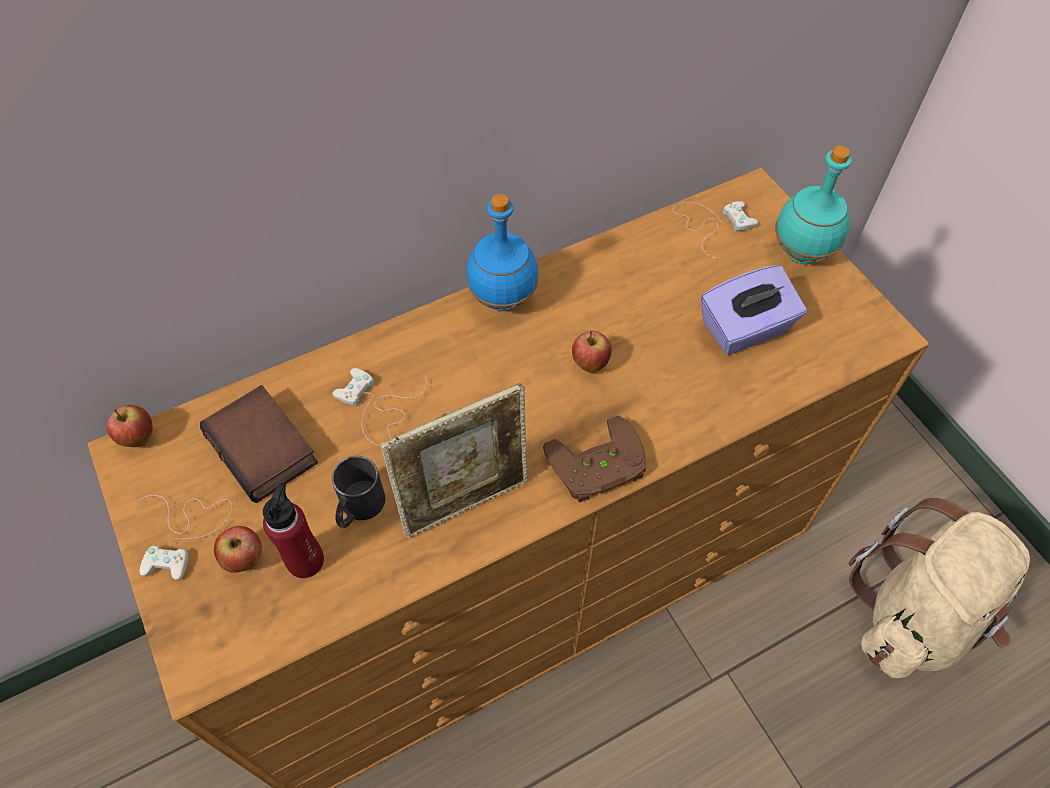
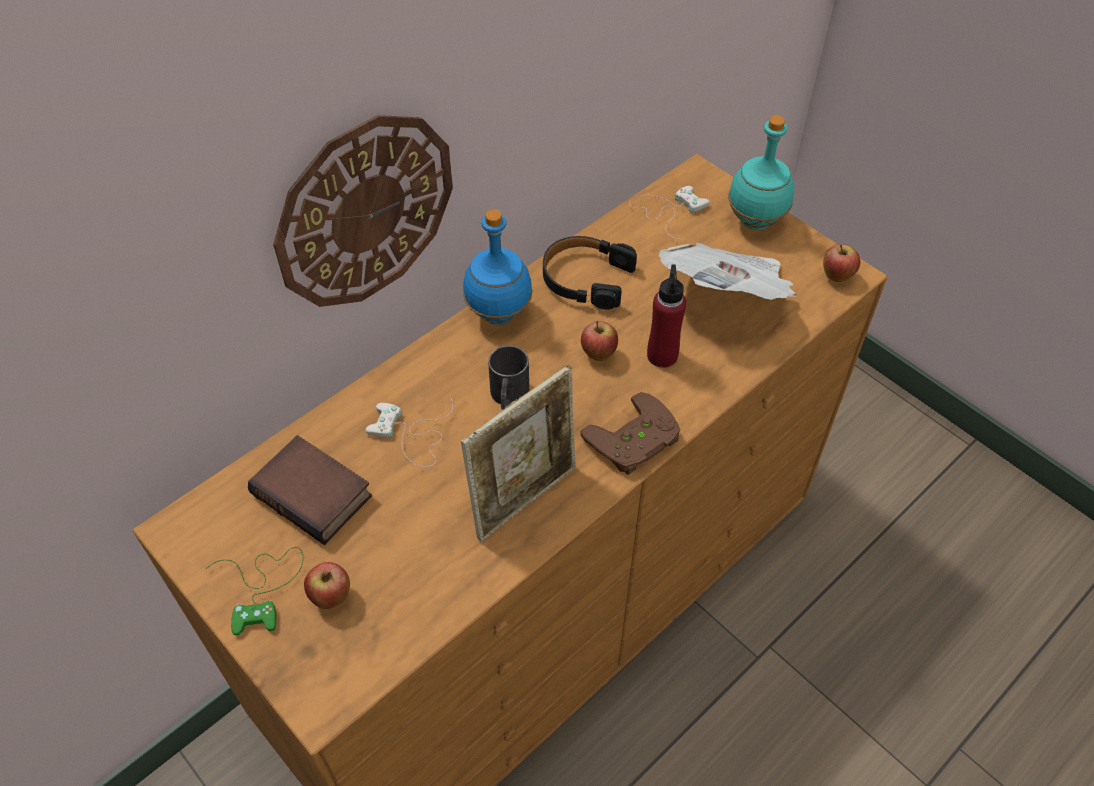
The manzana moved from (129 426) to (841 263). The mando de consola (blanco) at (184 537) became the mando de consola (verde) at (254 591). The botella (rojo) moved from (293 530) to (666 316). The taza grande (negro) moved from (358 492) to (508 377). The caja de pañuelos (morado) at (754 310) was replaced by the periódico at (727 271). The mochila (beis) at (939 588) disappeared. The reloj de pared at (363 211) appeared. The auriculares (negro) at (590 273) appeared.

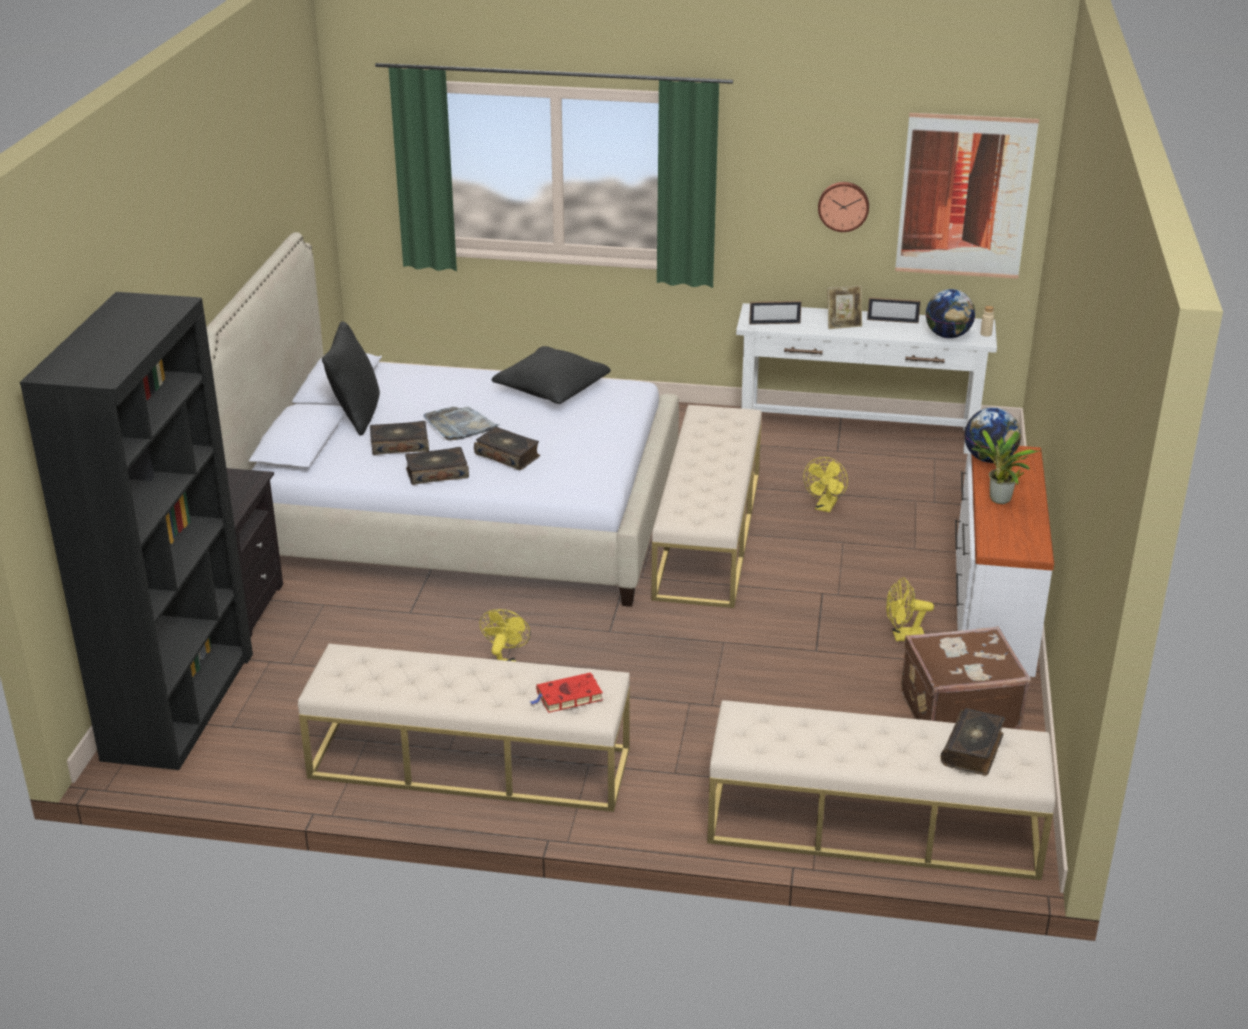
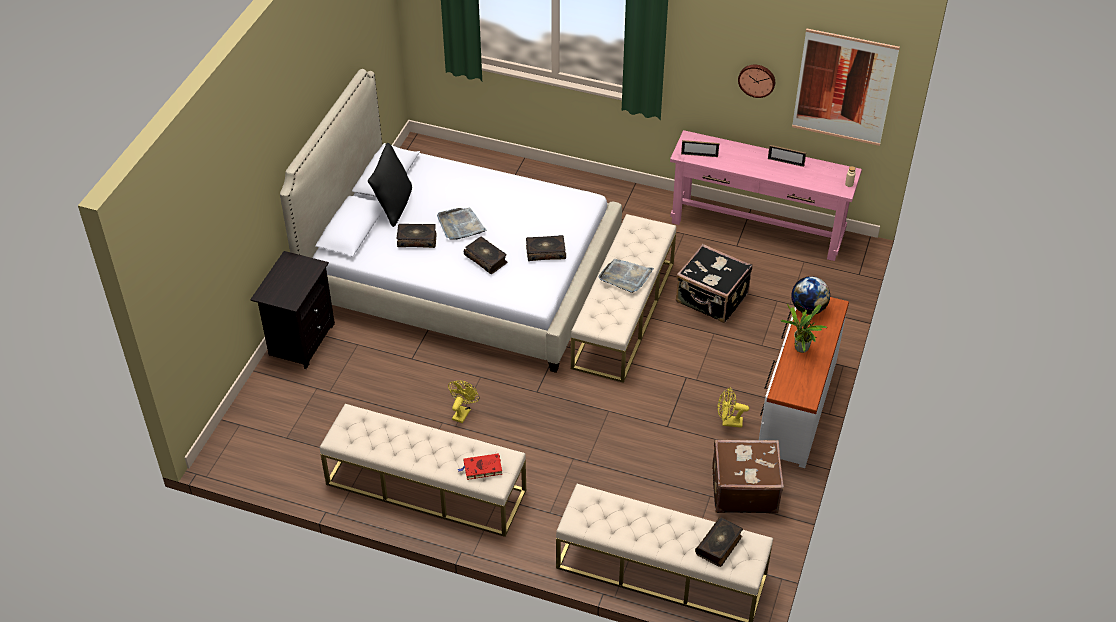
The estantería (negro) at (136 531) disappeared. The libro moved from (437 466) to (546 248). The cojín (negro) at (551 375) disappeared. The mesa consola (blanco) at (866 378) became the mesa consola (rosa) at (766 195). The ventilador (amarillo) at (825 484) was replaced by the maleta (negro) at (714 283). The portarretratos at (844 307) disappeared. The globo terráqueo at (950 313) disappeared. The bandeja (gris) at (626 276) appeared.

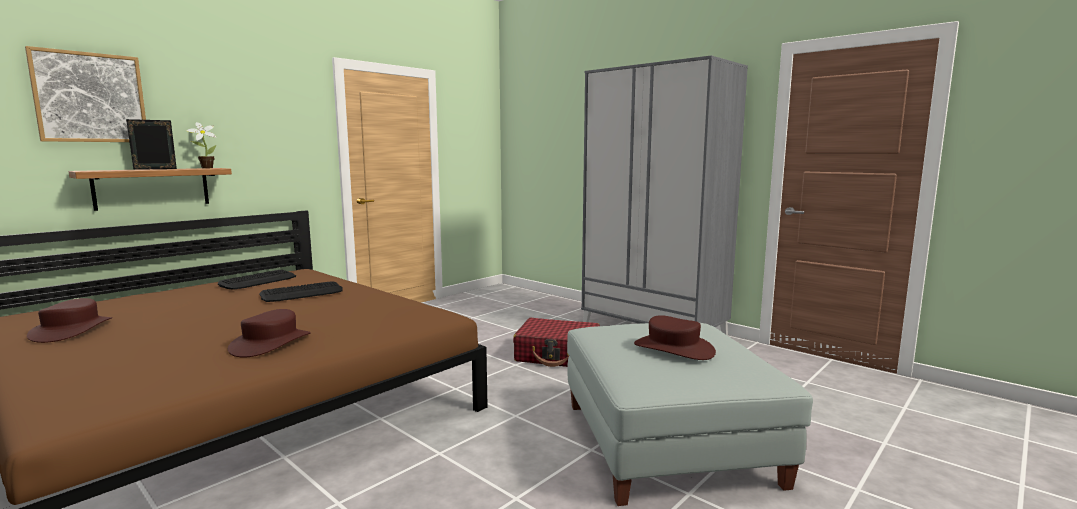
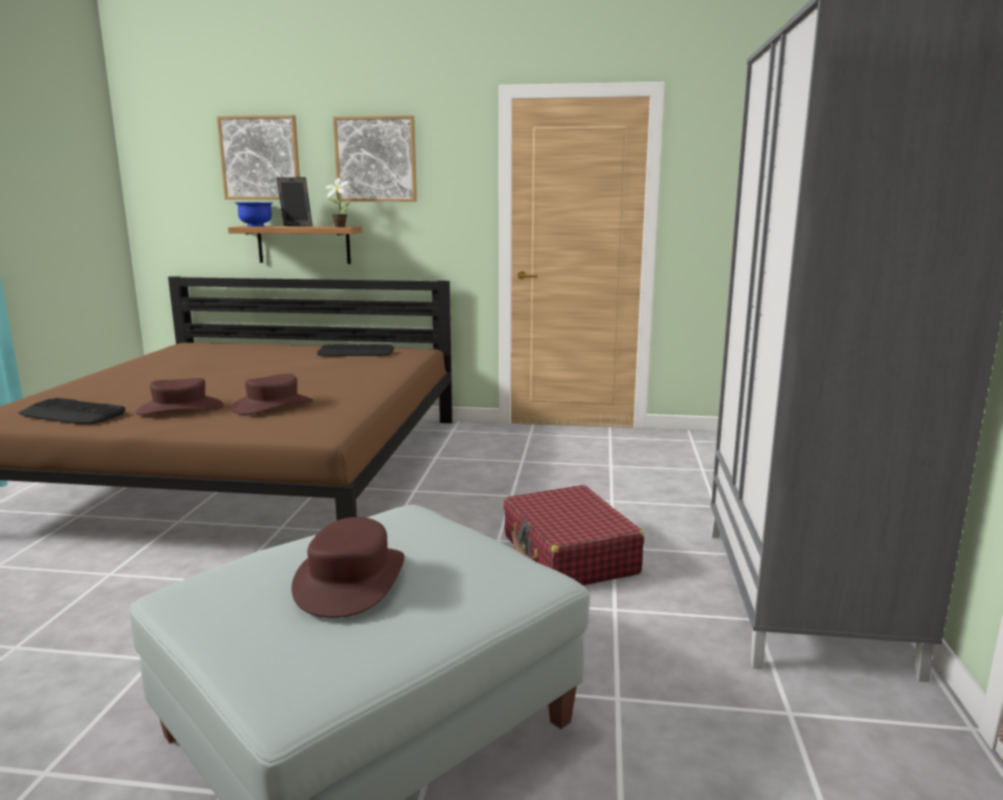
The sombrero (marrón) moved from (69 320) to (272 394). The teclado moved from (301 291) to (72 411). The cuenco (azul) at (254 214) appeared. The cuadro at (375 159) appeared.

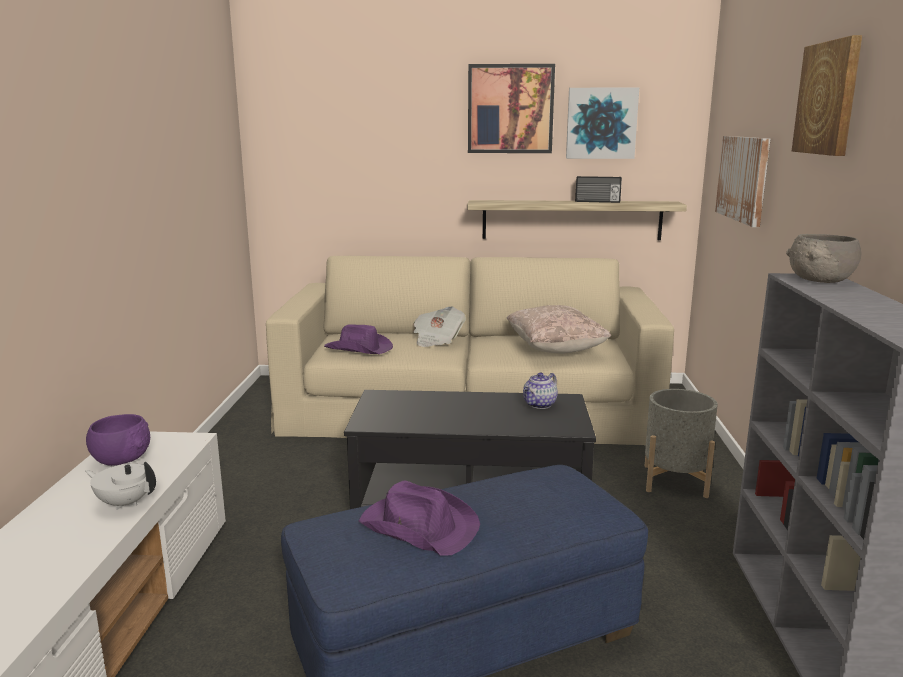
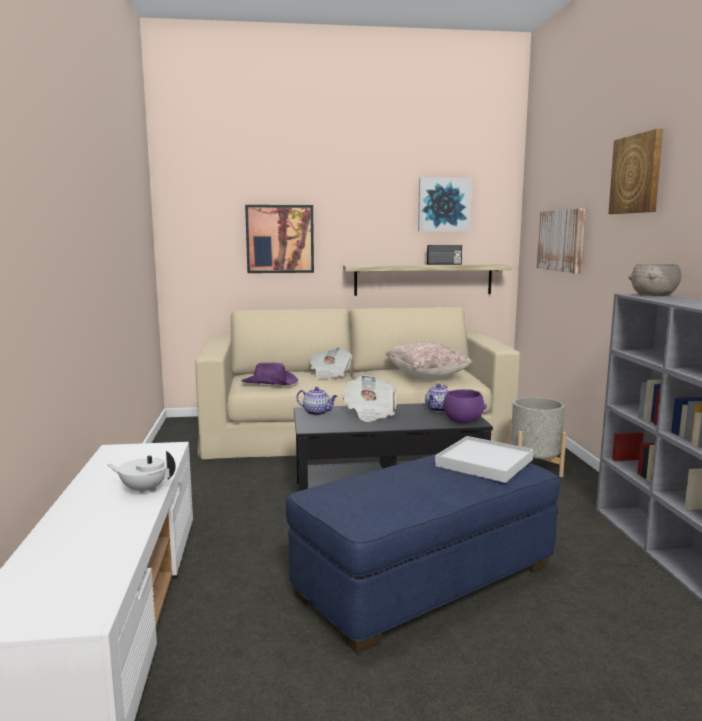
The cuenco (morado) moved from (118 440) to (464 406). The sombrero (morado) at (419 518) disappeared. The cuadro moved from (511 108) to (279 239). The tetera at (316 401) appeared. The periódico at (369 398) appeared. The bandeja (blanco) at (484 459) appeared.

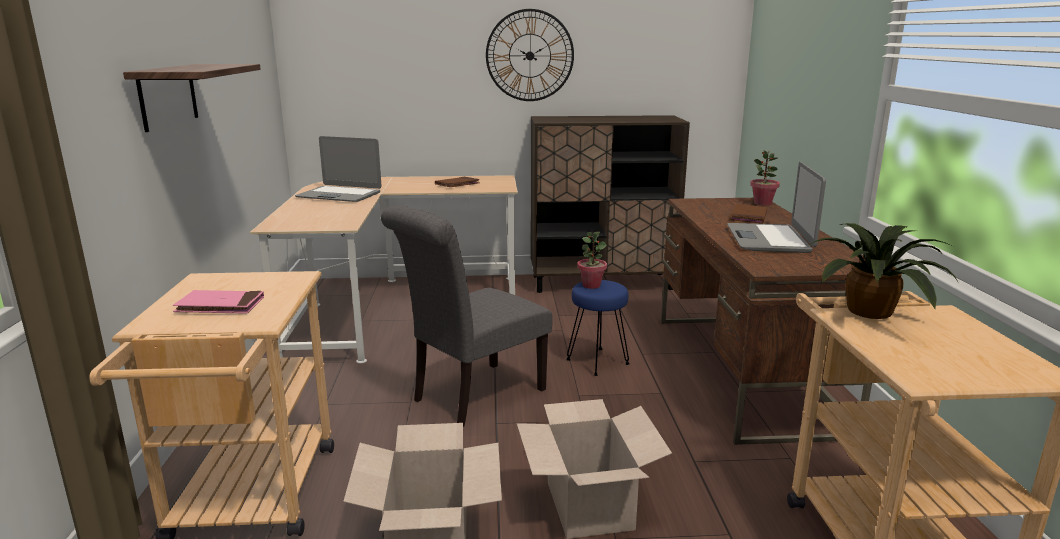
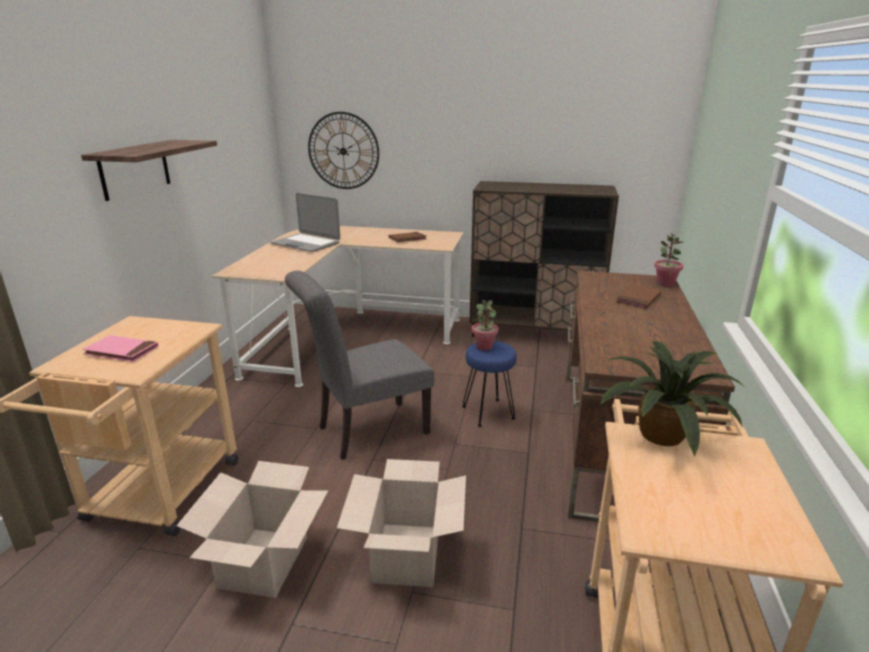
The reloj de pared moved from (530 55) to (343 150). The portátil at (776 207) disappeared.

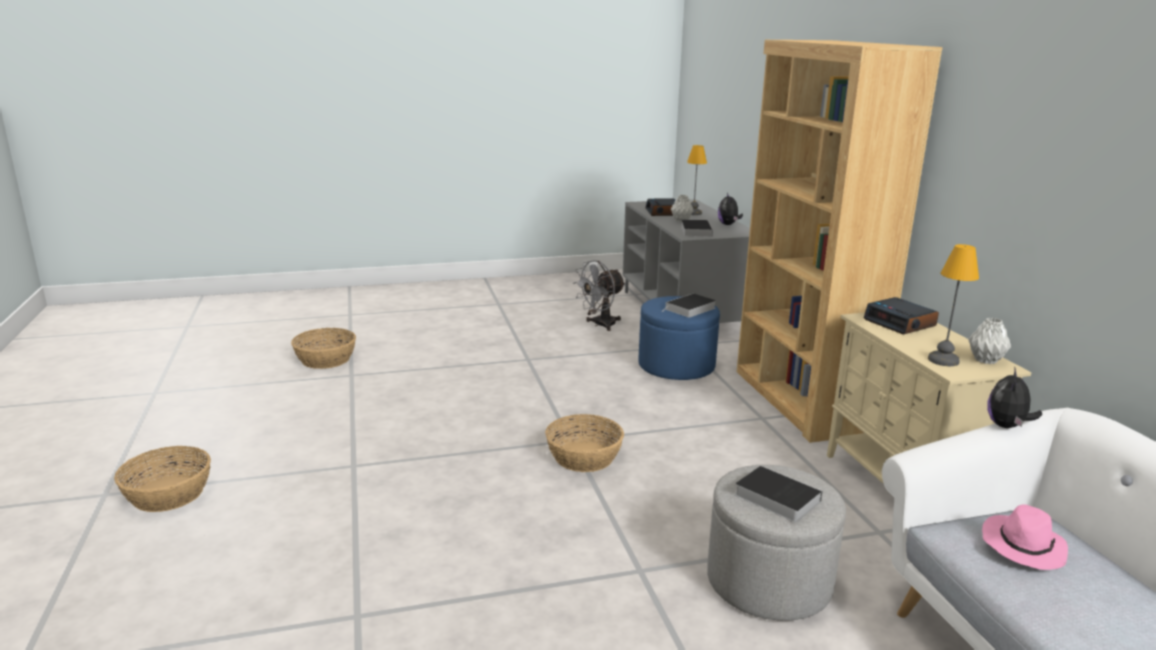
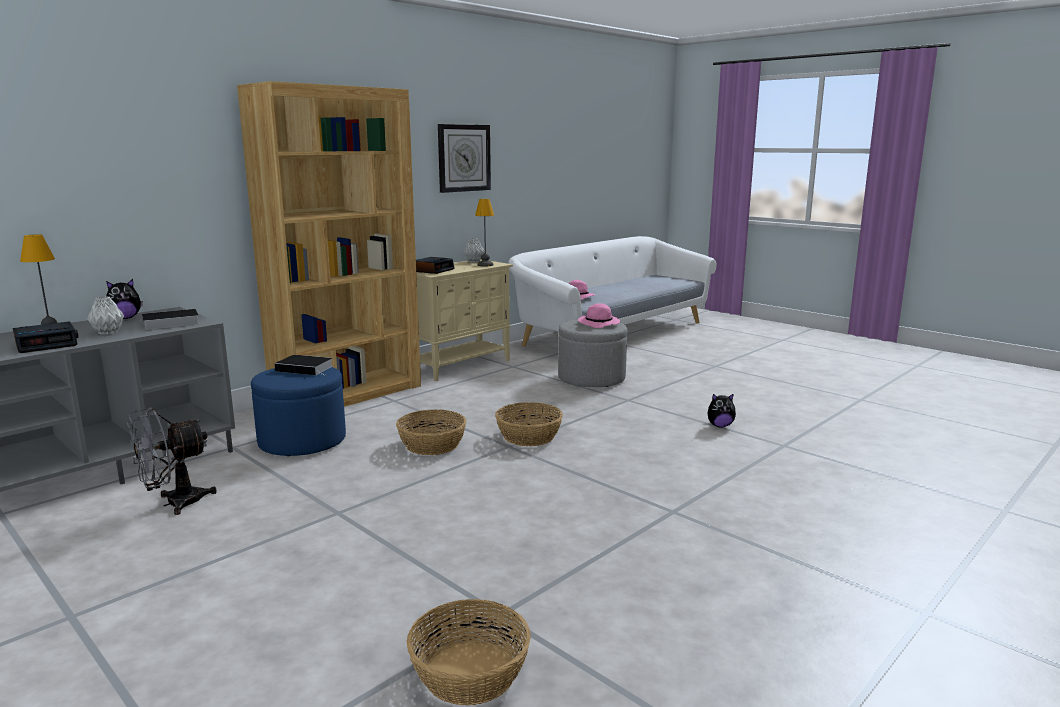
The cesta moved from (162 479) to (431 432). The ventilador (gris) at (599 295) turned 120 degrees clockwise. The libro at (778 494) was replaced by the sombrero (rosa) at (599 315). The peluche moved from (1014 398) to (721 410). The reloj de pared at (464 158) appeared.

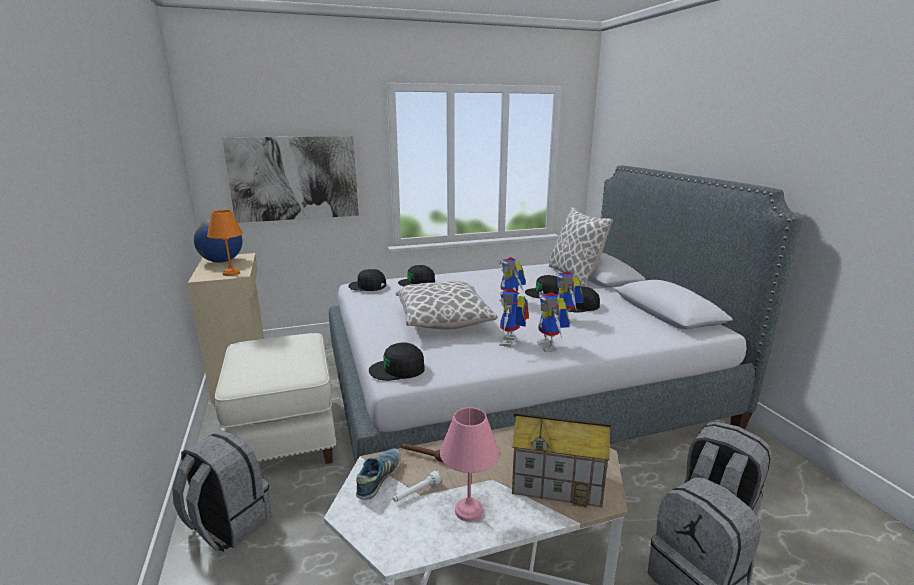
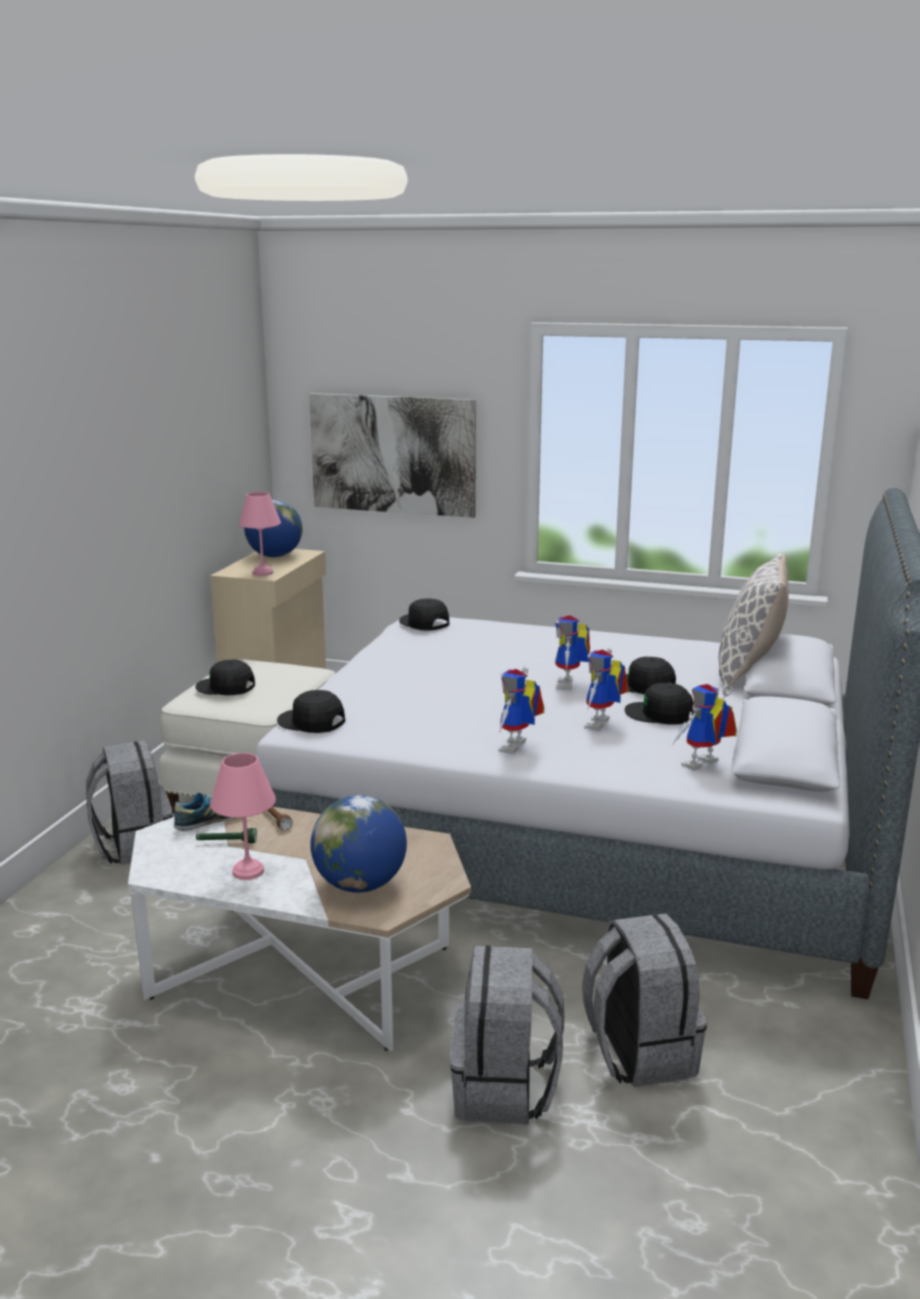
The lámpara de mesa (naranja) at (225 243) became the lámpara de mesa (rosa) at (260 534). The linterna (blanco) at (417 486) became the linterna (verde) at (226 835). The cojín at (446 305) disappeared. The gorra (negro) moved from (416 275) to (225 677). The robot de juguete moved from (514 317) to (705 727). The casita at (561 460) was replaced by the globo terráqueo at (359 844).

